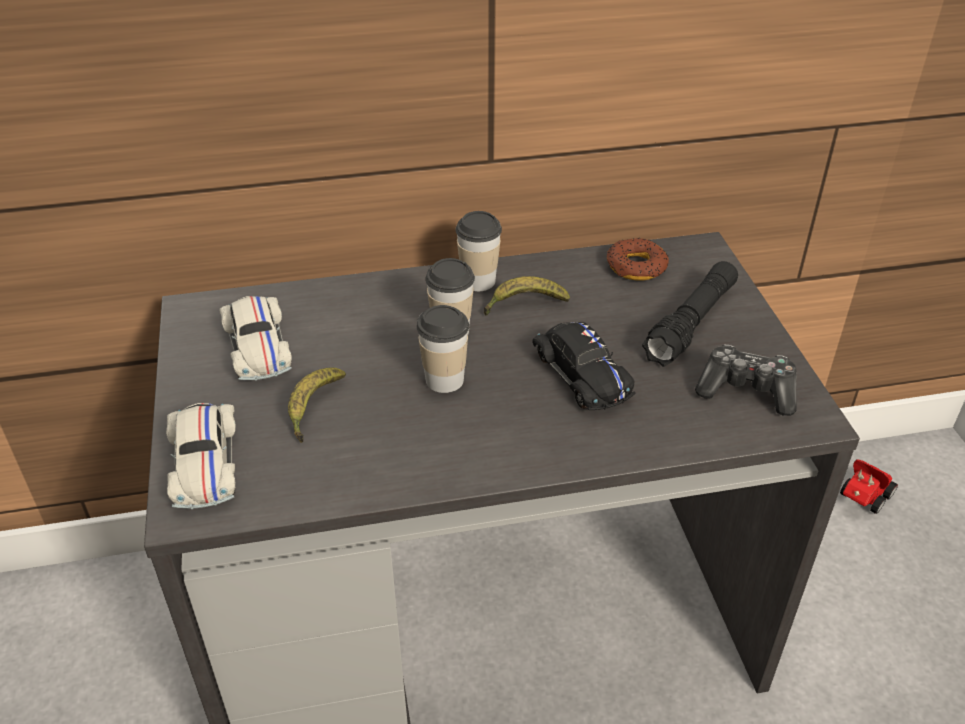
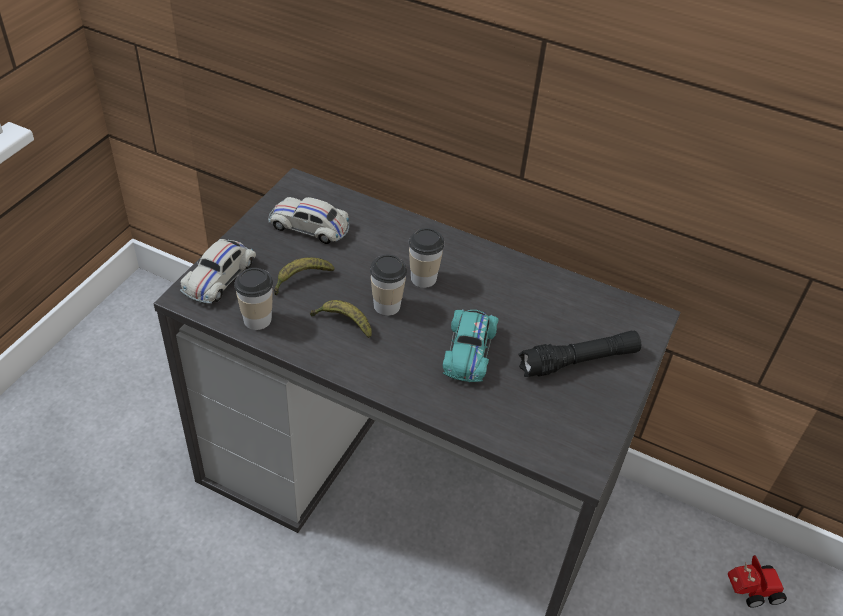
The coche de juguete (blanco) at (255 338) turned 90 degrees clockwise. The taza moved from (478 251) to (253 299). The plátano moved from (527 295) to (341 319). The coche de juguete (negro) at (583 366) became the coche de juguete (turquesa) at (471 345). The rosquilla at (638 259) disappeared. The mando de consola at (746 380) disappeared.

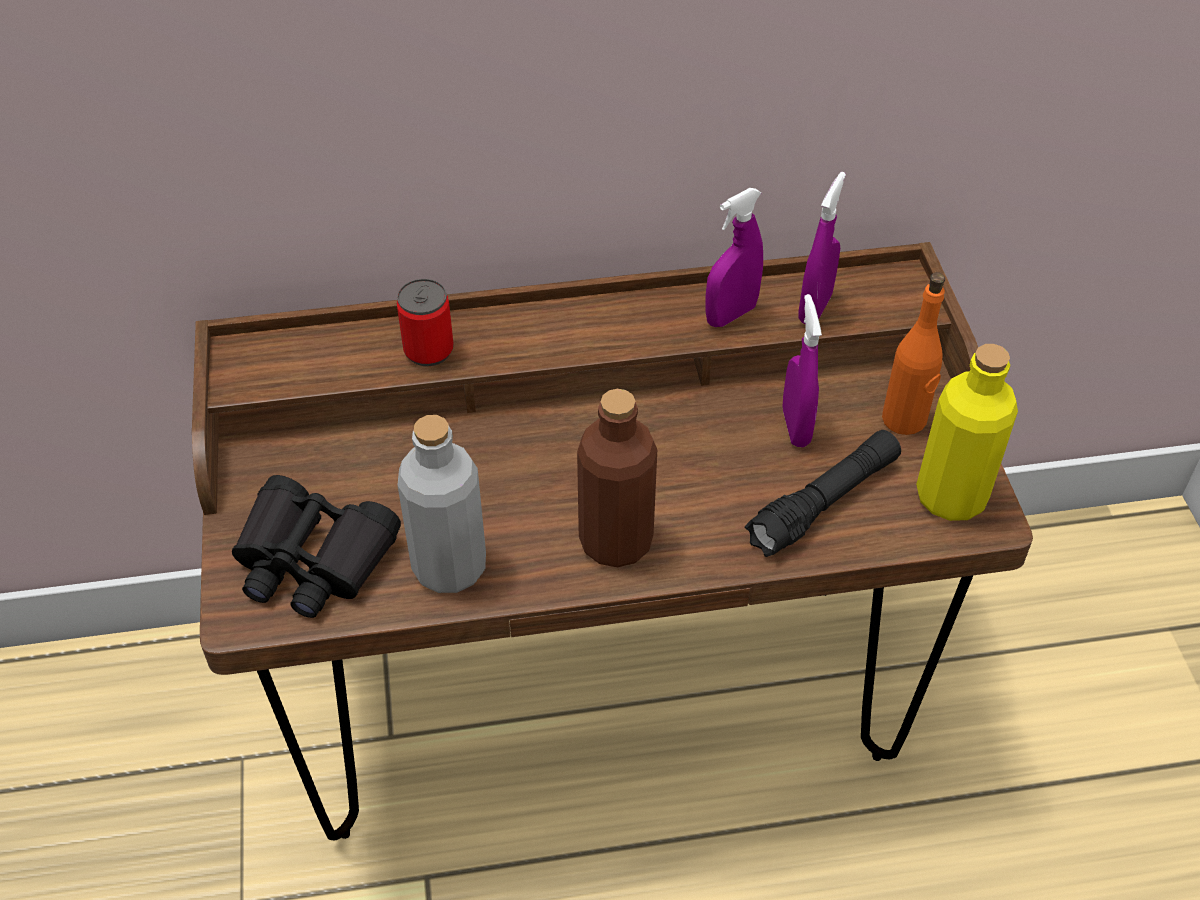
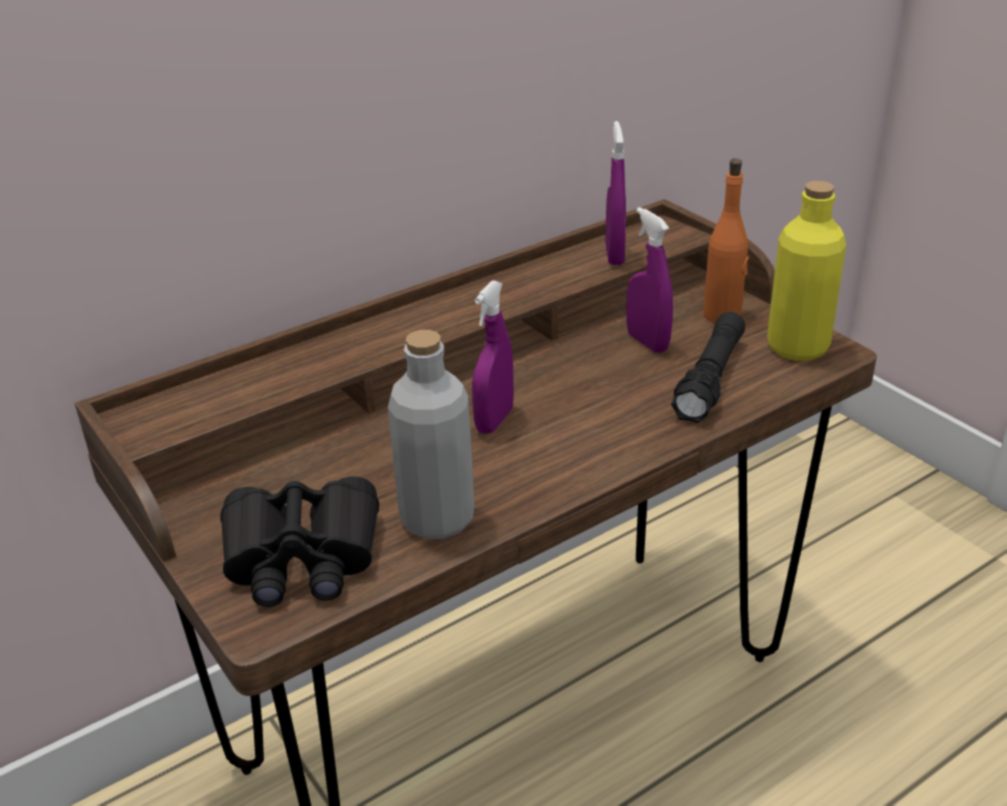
The lata at (425 322) disappeared. The botella (marrón) at (617 478) disappeared. The pulverizador (morado) moved from (734 257) to (493 357).

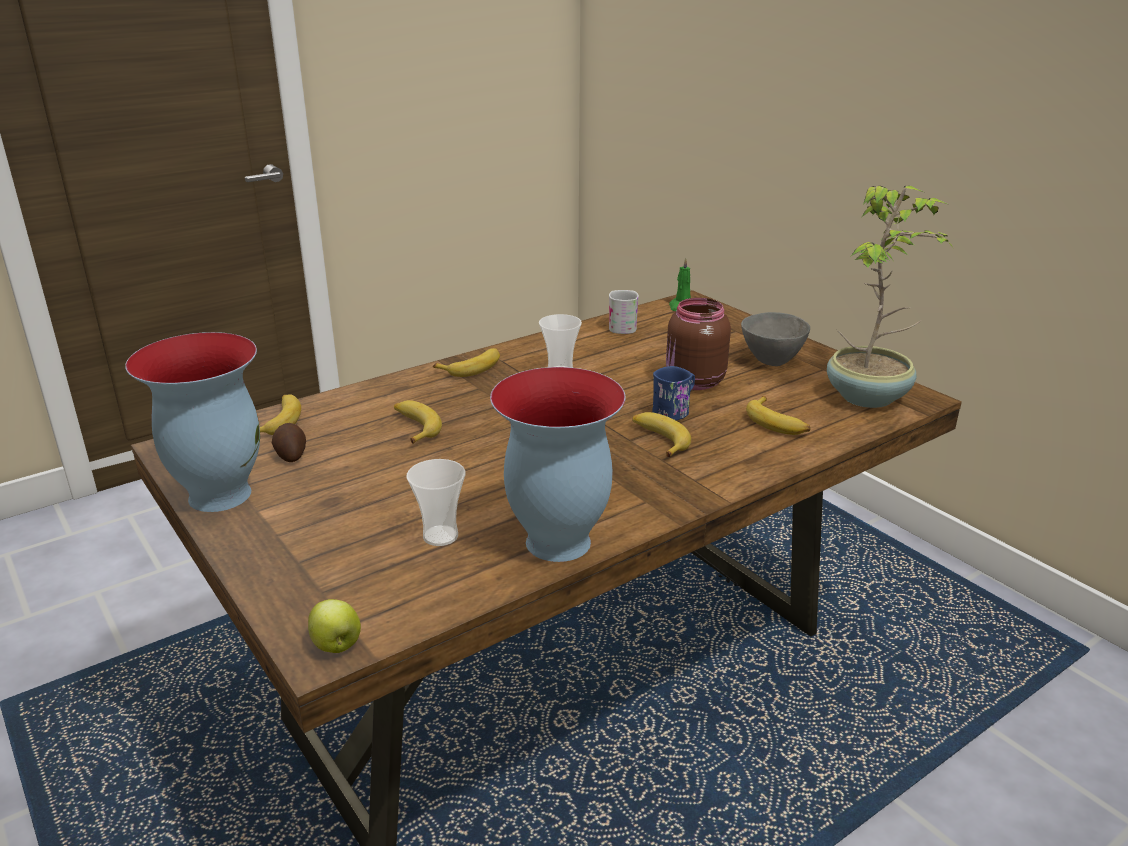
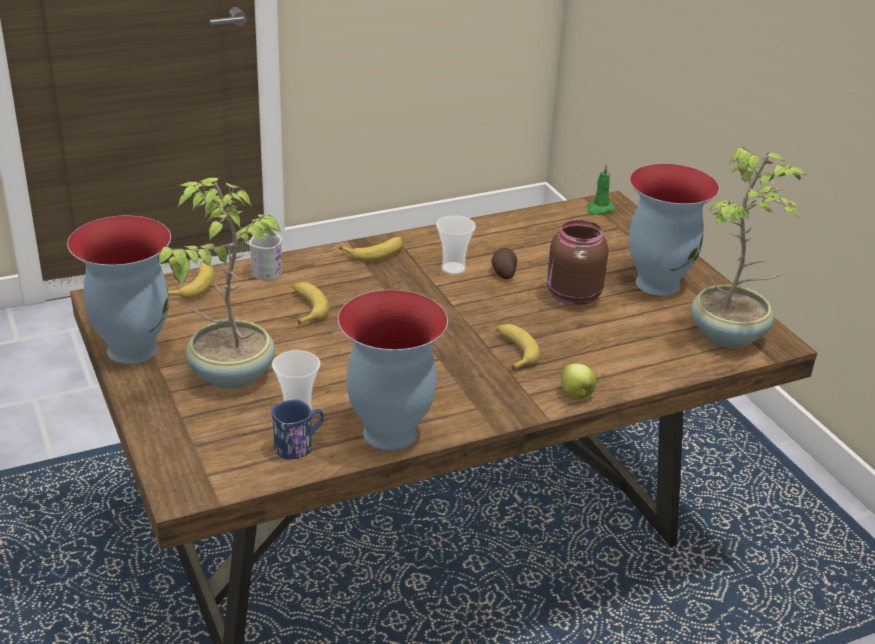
The patata moved from (289 442) to (504 263). The manzana moved from (334 626) to (578 381). The taza grande (blanco) moved from (624 312) to (265 256). The taza grande (azul) moved from (673 393) to (297 429). The cuenco (gris) at (775 339) was replaced by the florero at (674 230). The plátano at (778 415) disappeared. The planta en maceta at (220 283) appeared.

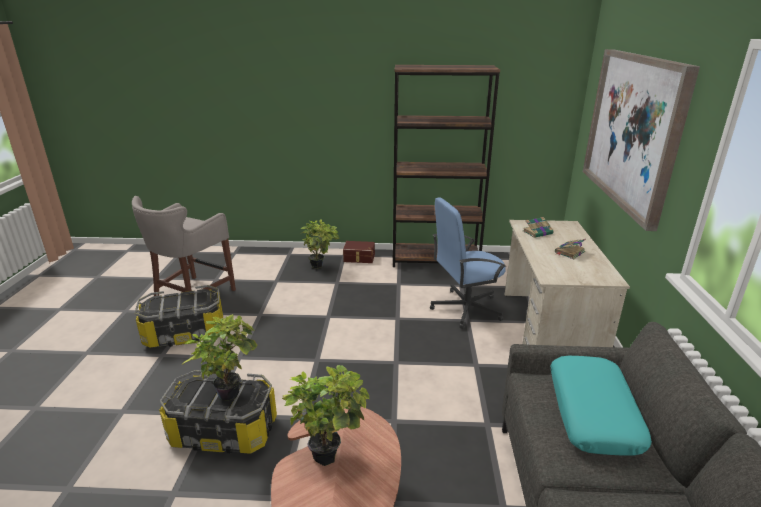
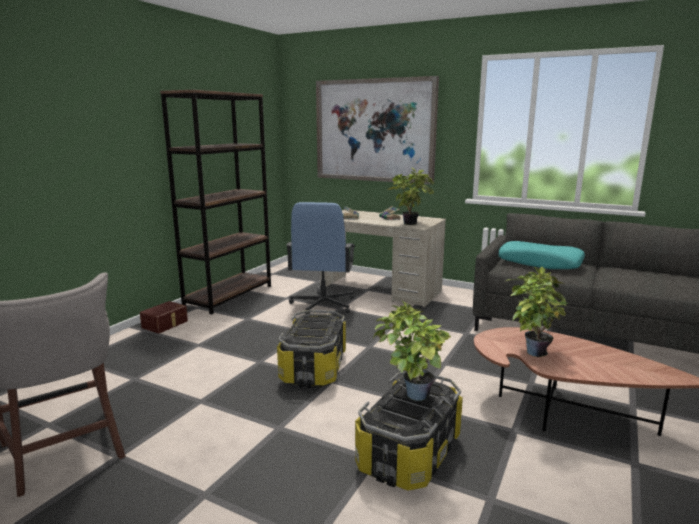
The caja de almacenaje moved from (179 316) to (311 349). The planta en maceta moved from (319 244) to (410 196).

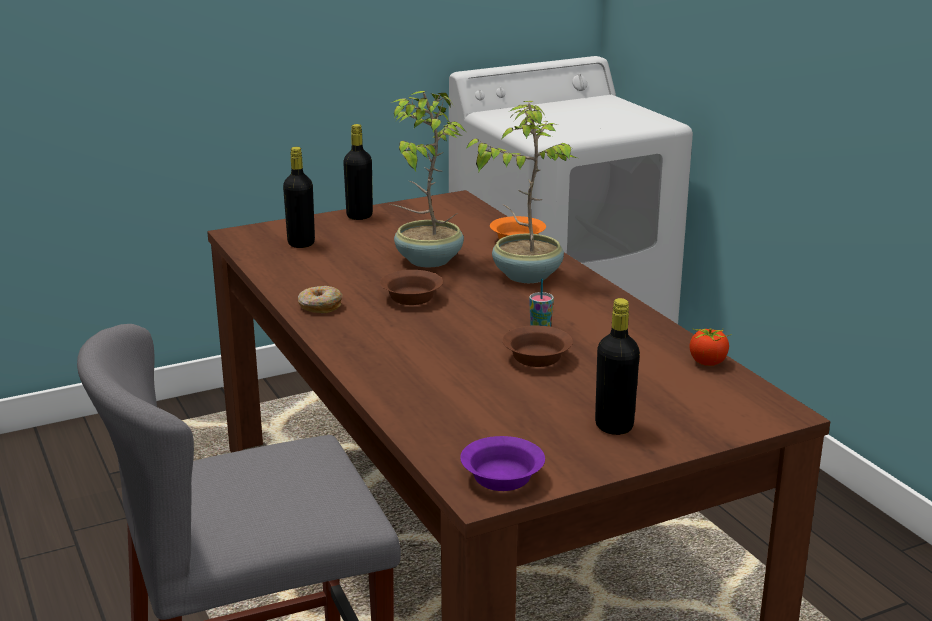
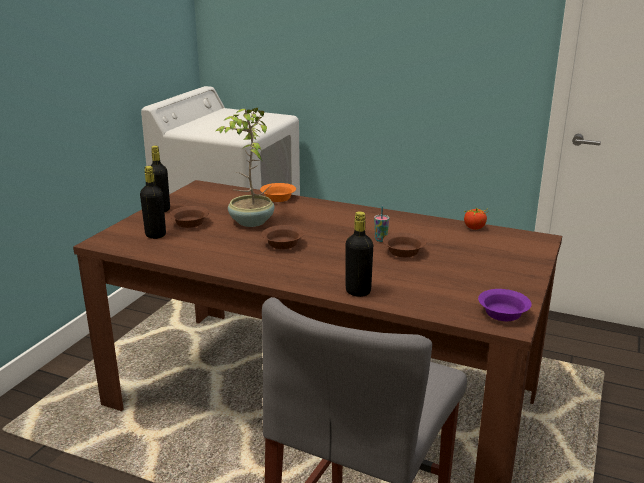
The rosquilla at (320 299) disappeared. The planta en maceta at (521 192) disappeared. The botella (negro) moved from (617 366) to (359 254). The cuenco (marrón) at (189 217) appeared.

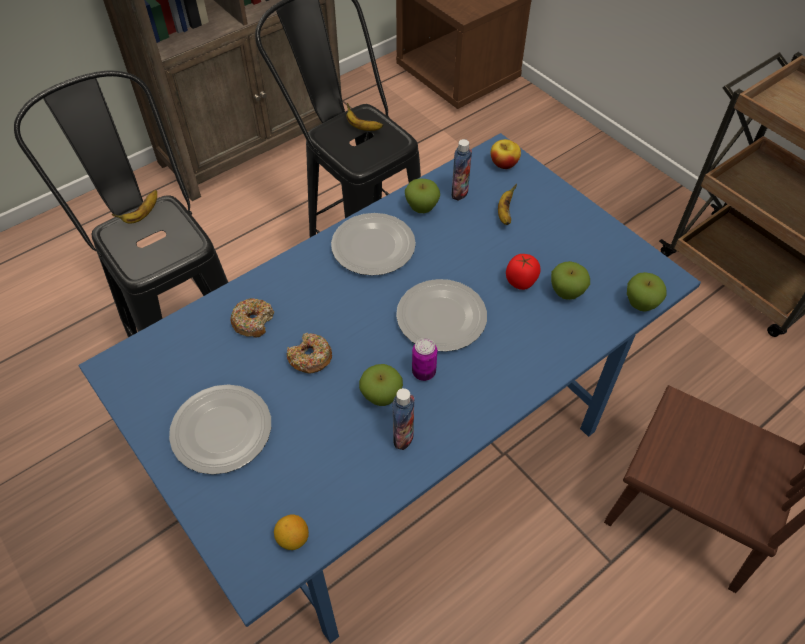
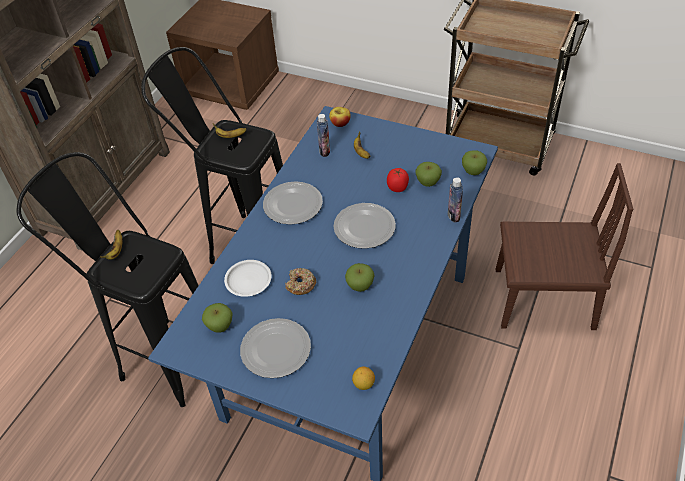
The rosquilla at (252 318) was replaced by the plato (blanco) at (248 278). The botella moved from (403 419) to (455 200). The manzana moved from (422 195) to (217 318). The lata at (424 359) disappeared.

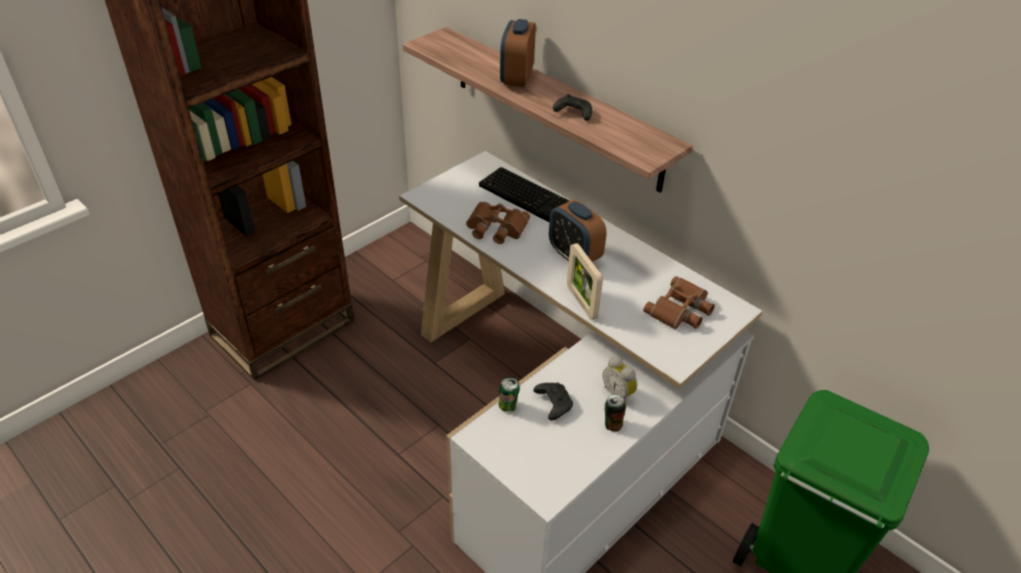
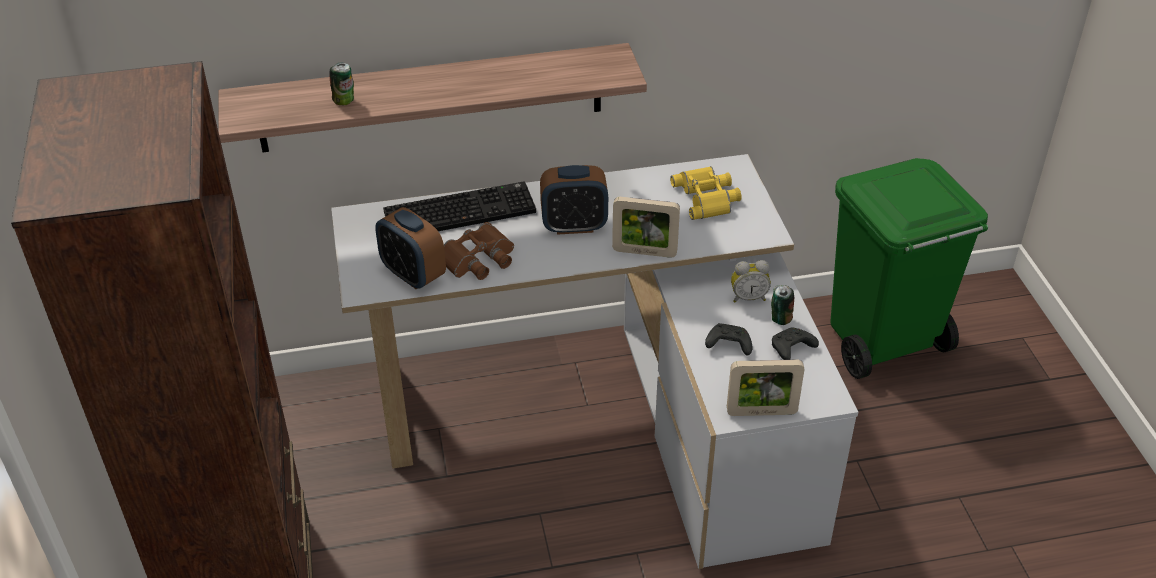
The lata moved from (509 395) to (341 83). The despertador moved from (518 53) to (410 248). The mando de consola (negro) moved from (572 107) to (795 343). The prismáticos (marrón) at (679 303) became the prismáticos (amarillo) at (705 193). The portarretratos at (765 388) appeared.

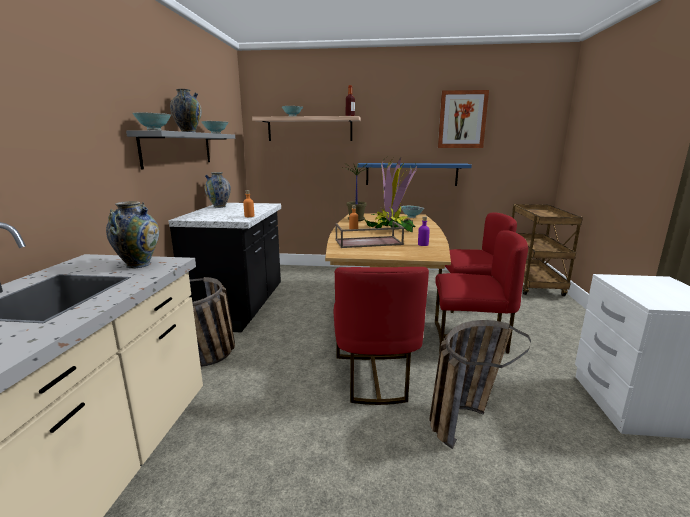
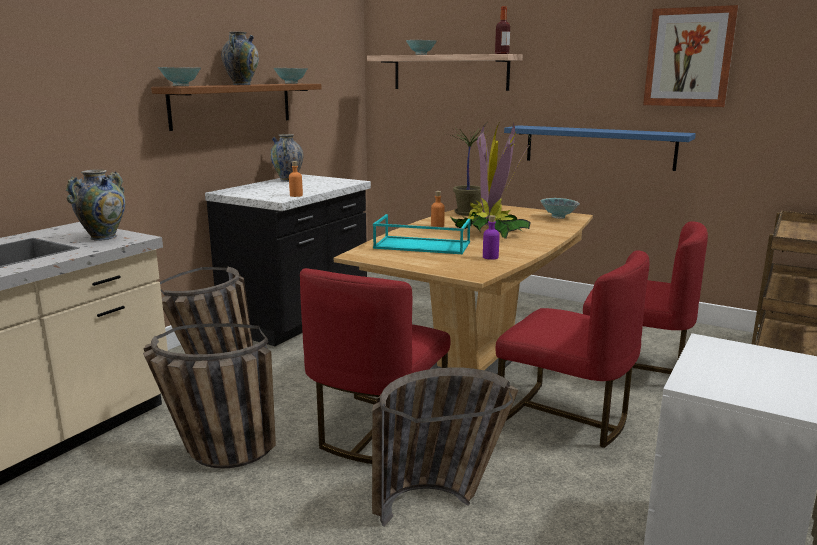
The estante (gris) at (180 149) became the estante (marrón) at (236 107). The bandeja (marrón) at (369 234) became the bandeja (turquesa) at (421 234). The cesta at (209 395) appeared.

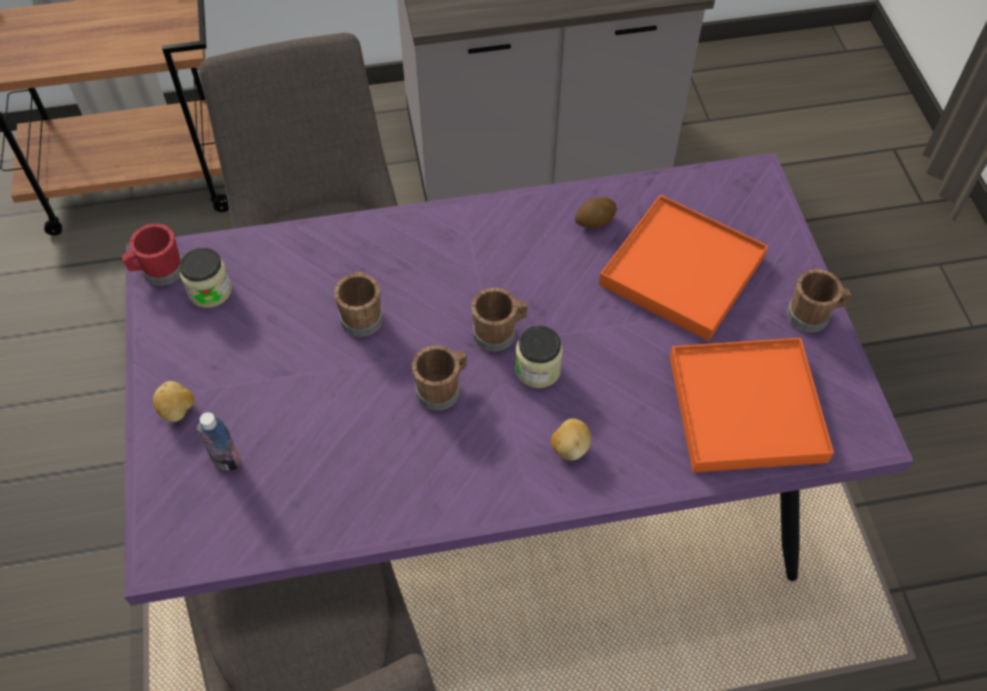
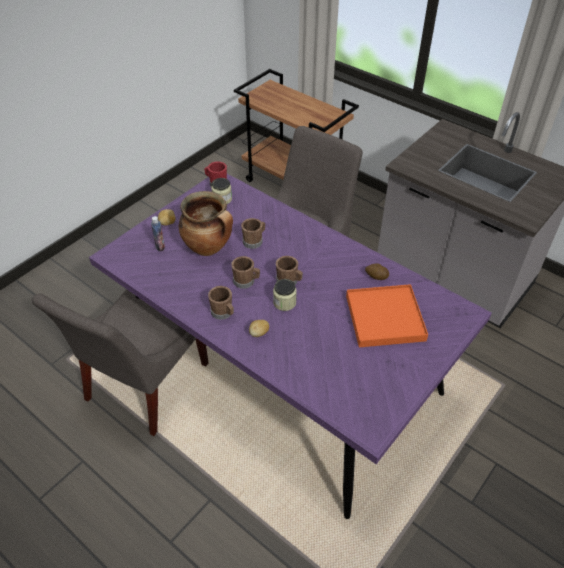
The bandeja (naranja) at (752 405) disappeared. The taza grande (marrón) moved from (819 301) to (221 303). The olla at (206 223) appeared.

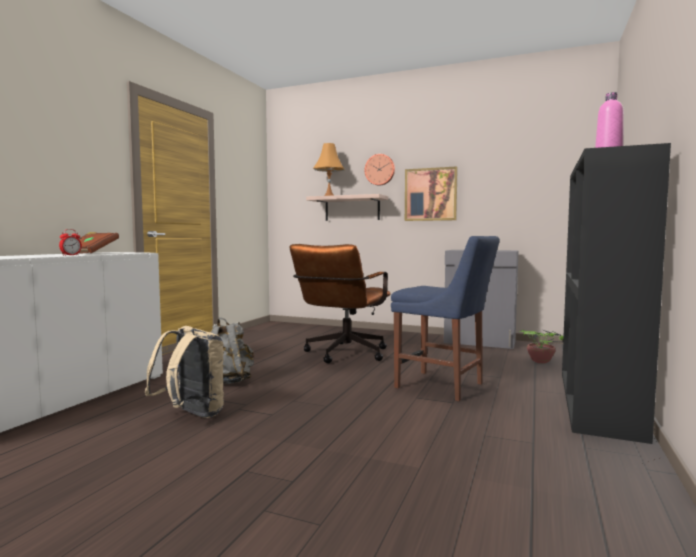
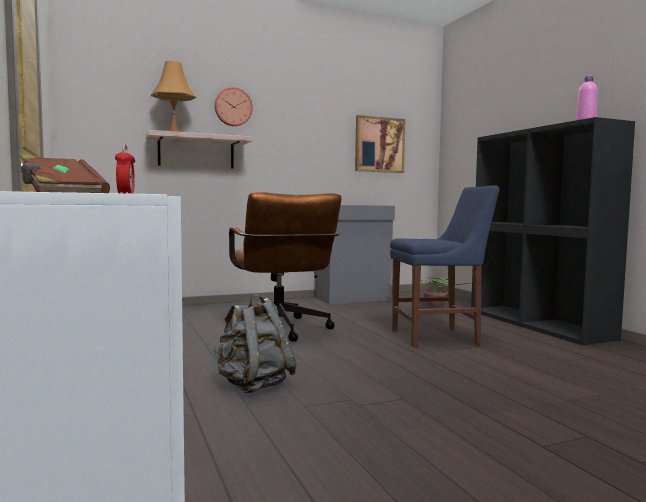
The mochila (beis) at (184 372) disappeared. The cuadro moved from (431 193) to (380 144).

